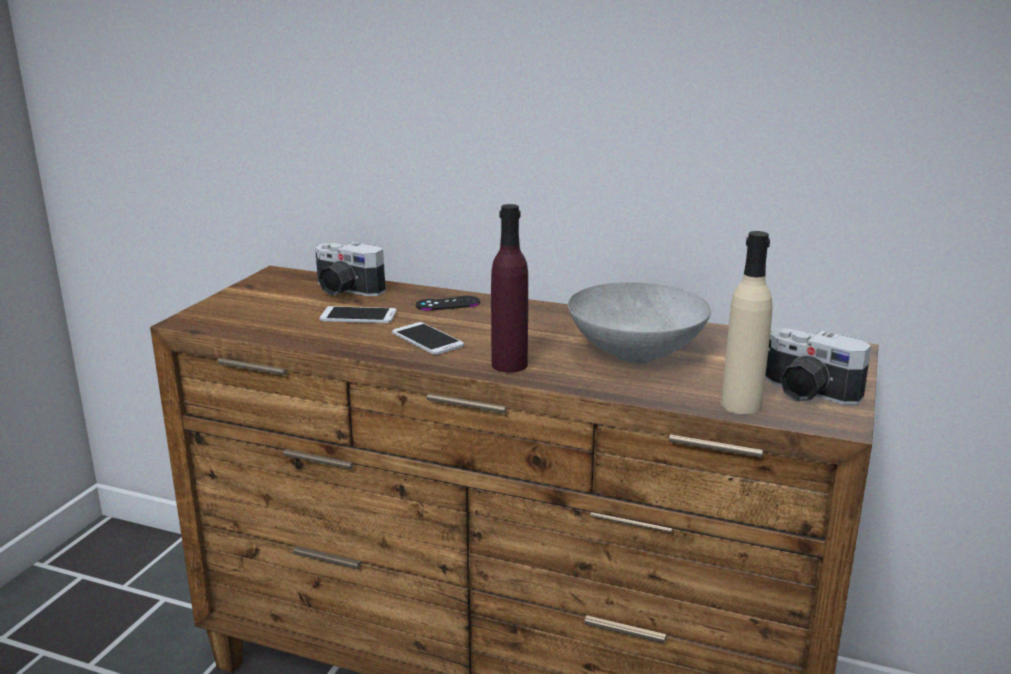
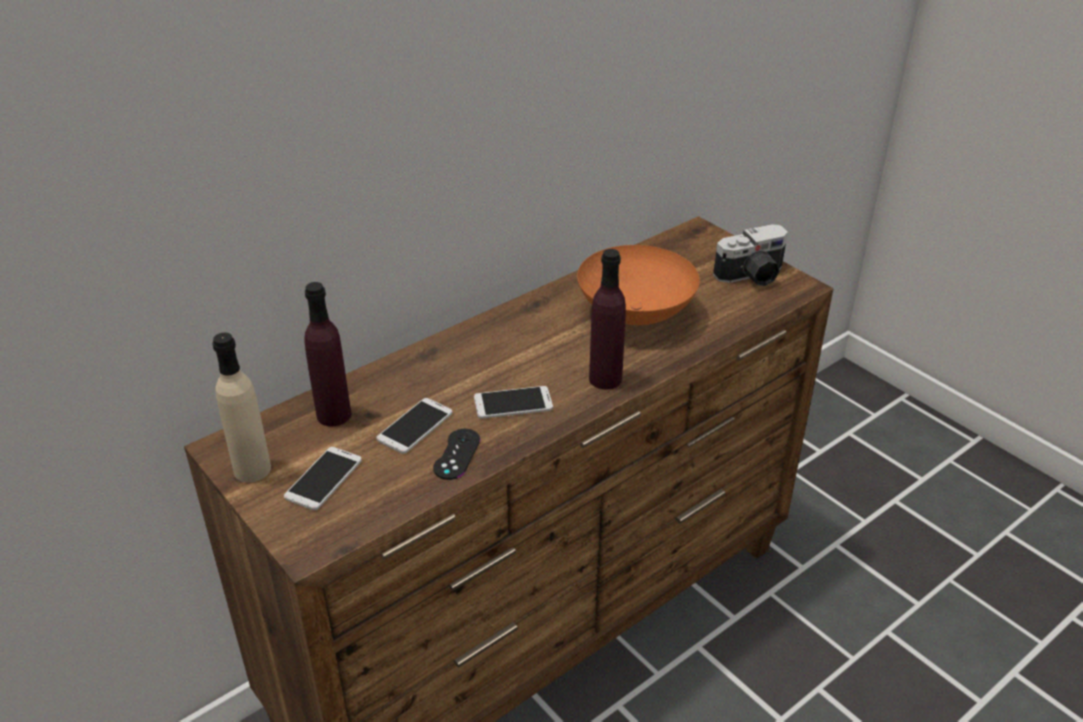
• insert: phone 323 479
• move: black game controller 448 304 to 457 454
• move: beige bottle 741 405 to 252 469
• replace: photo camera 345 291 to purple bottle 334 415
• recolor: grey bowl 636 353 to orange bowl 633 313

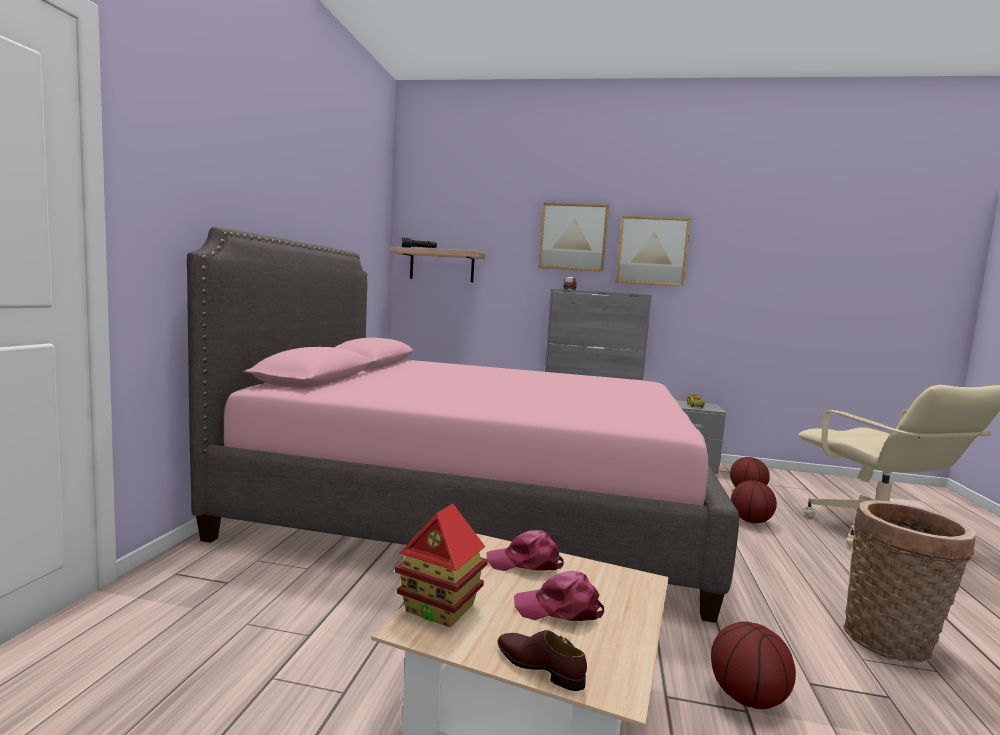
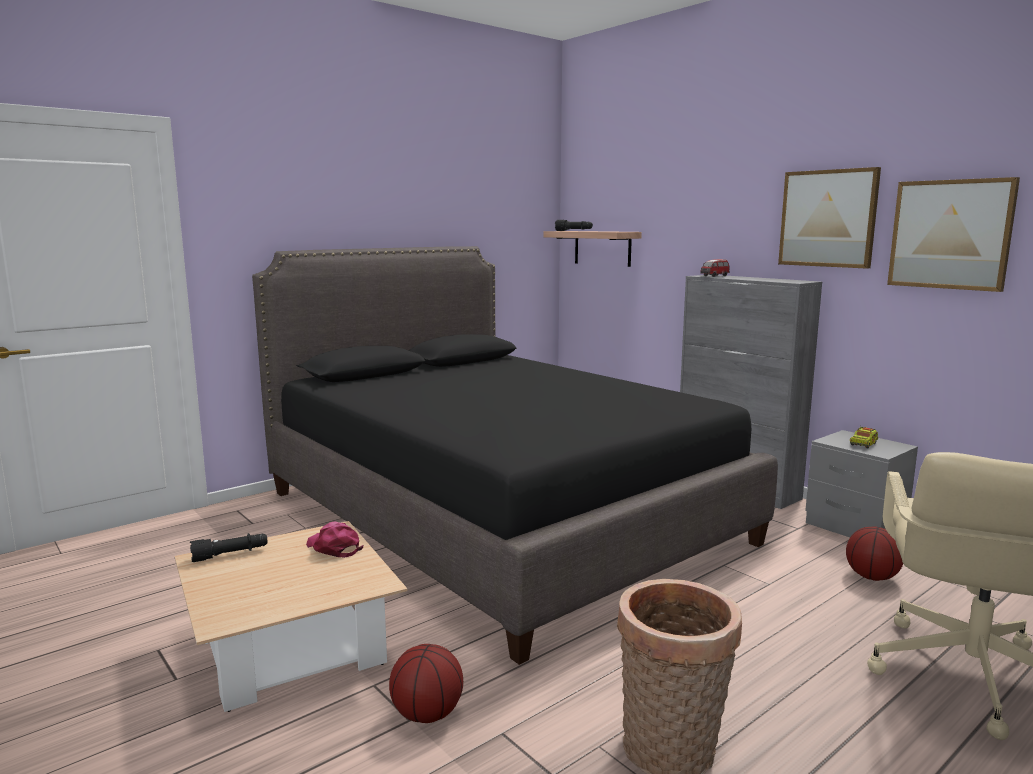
• delete: brown shoe 539 666
• delete: pink cap 560 608
• delete: basketball 751 521
• move: picture 573 237 to 950 234
• replace: toy house 440 608 to black flashlight 230 554
• recolor: pink bed 476 508 to black bed 498 516

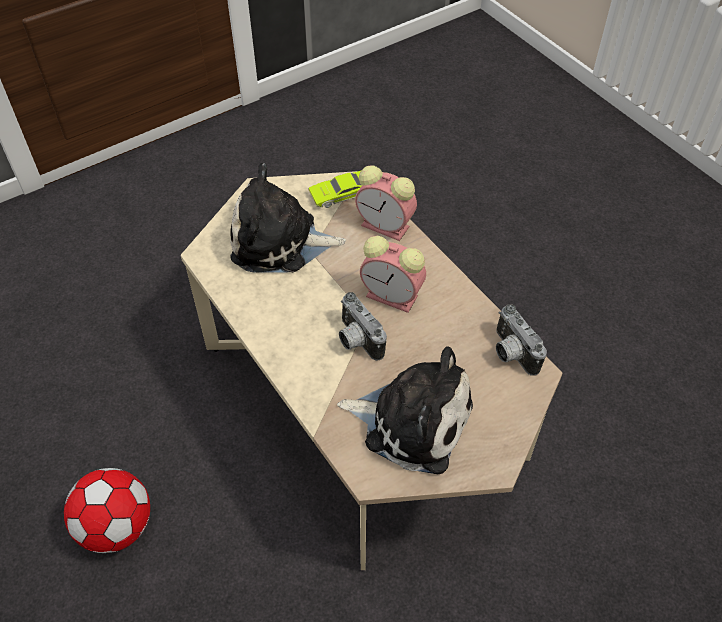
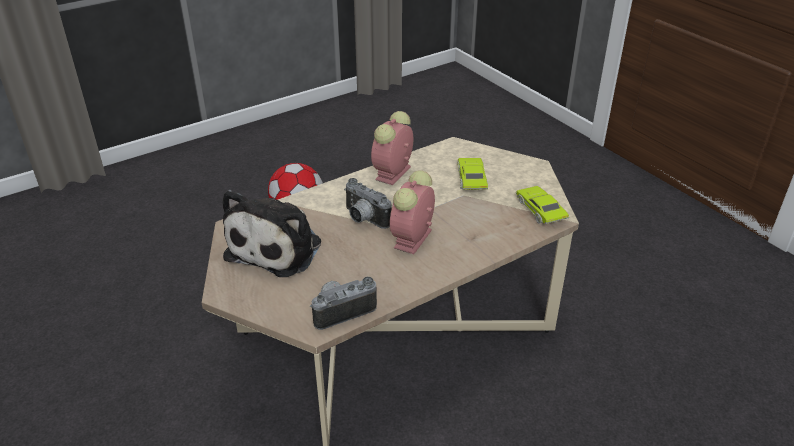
• move: alarm clock 387 226 to 393 174
• replace: plush toy 280 242 to green toy car 472 179
• rotate: photo camera 356 340 = 363 219 105 degrees counterclockwise

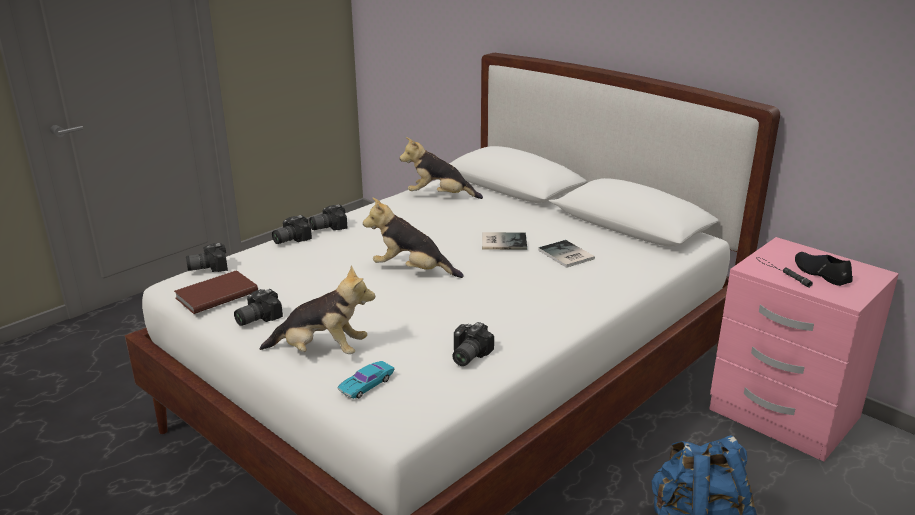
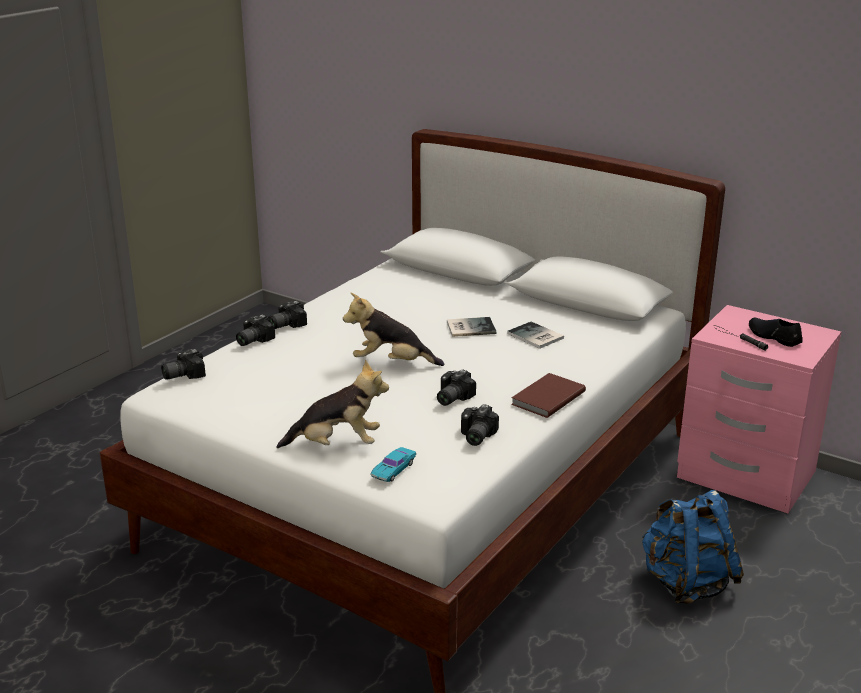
• delete: plush toy 439 197
• move: brown book 215 294 to 546 398
• move: photo camera 256 318 to 451 398

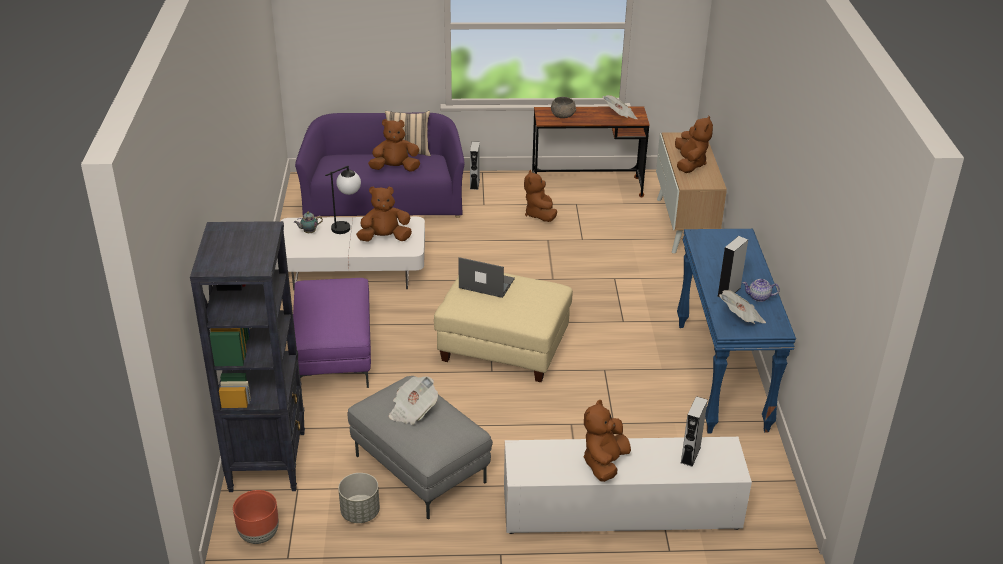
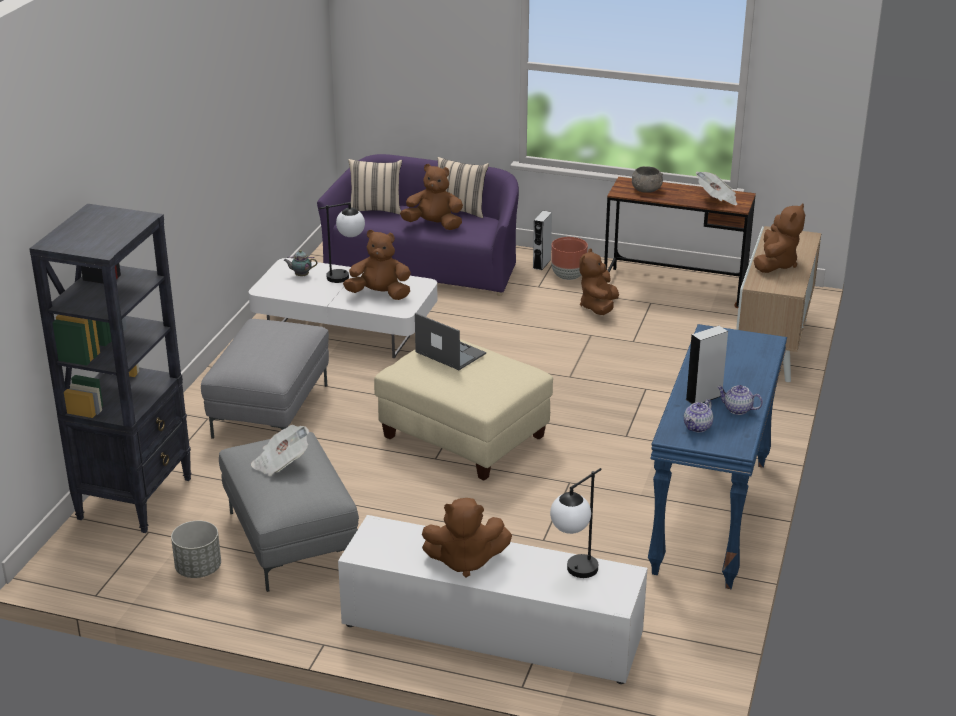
• insert: beige pillow 376 210
• move: brown planter 259 535 to 568 277
• replace: grey speaker 690 455 to table lamp 574 574
• replace: newspaper 741 318 to teapot 697 427
• recolor: purple ottoman 333 356 to grey ottoman 269 410
• rotate: brown plush toy 604 463 = 465 561 135 degrees counterclockwise

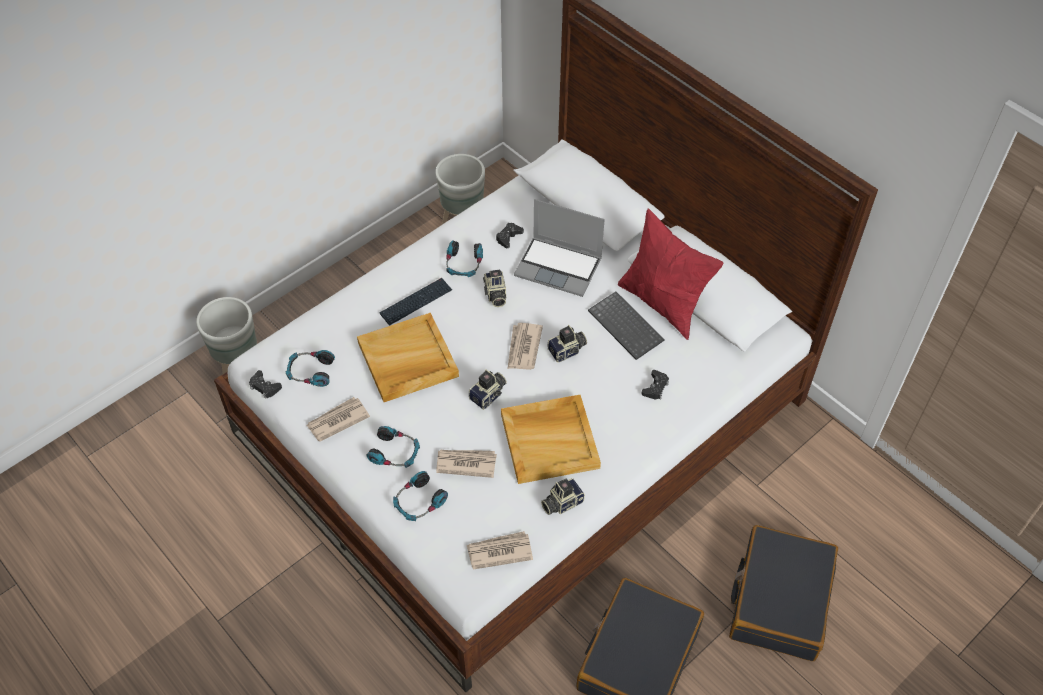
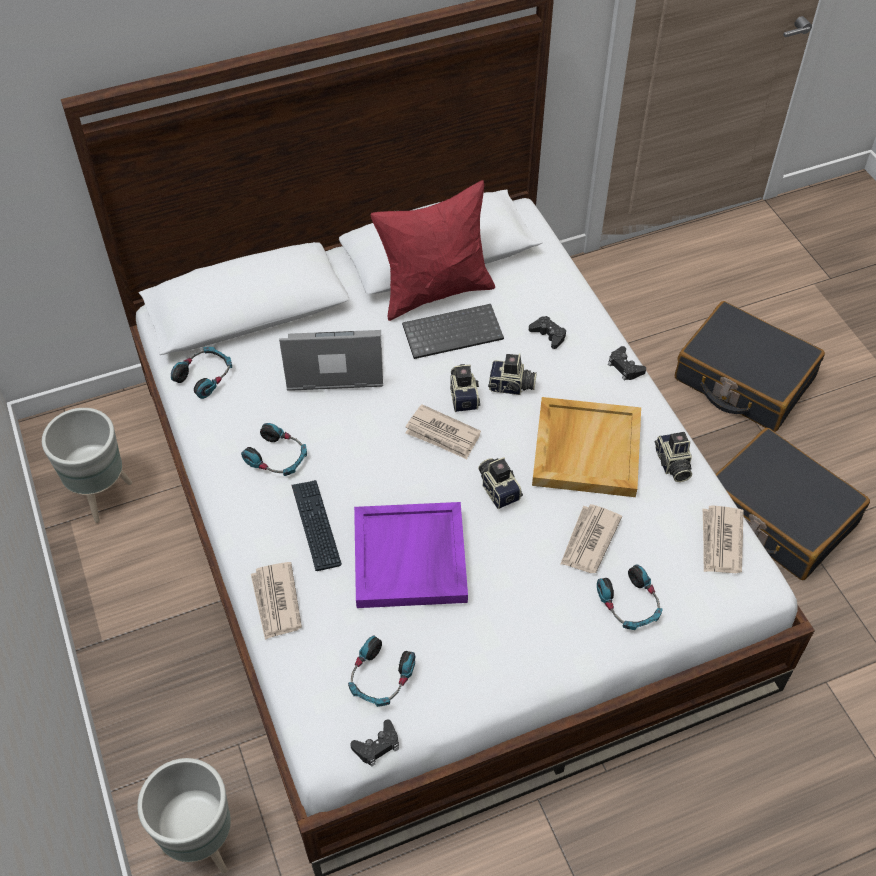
• move: newspaper 337 420 to 276 602
• move: headphones 395 453 to 205 376
• move: photo camera 495 295 to 511 386
• move: black game controller 508 237 to 625 367
• recolor: beige tray 407 360 to purple tray 411 558
• rotate: laptop 559 267 = 333 364 135 degrees counterclockwise

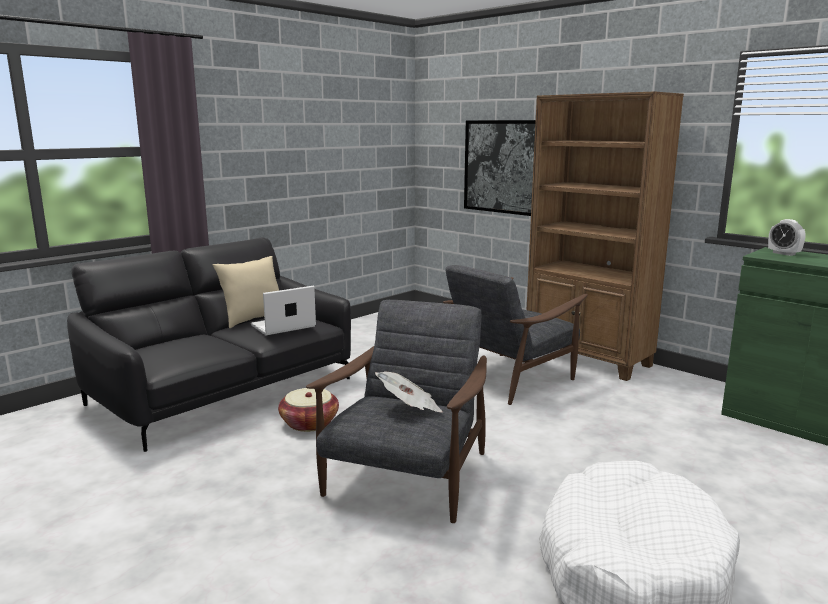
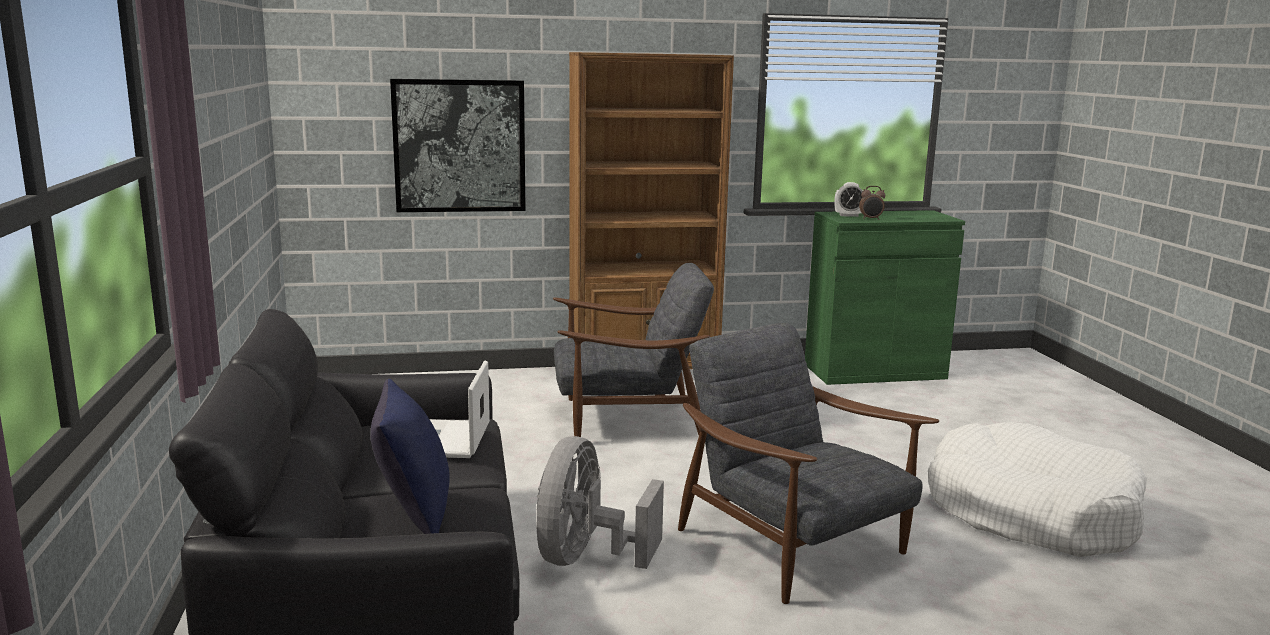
• delete: beige pillow 253 319
• delete: newspaper 409 408
• insert: blue pillow 413 515
• insert: alarm clock 871 219
• replace: basket 309 423 to grey fan 586 558
• rotate: grey armchair 509 376 = 627 419 90 degrees counterclockwise

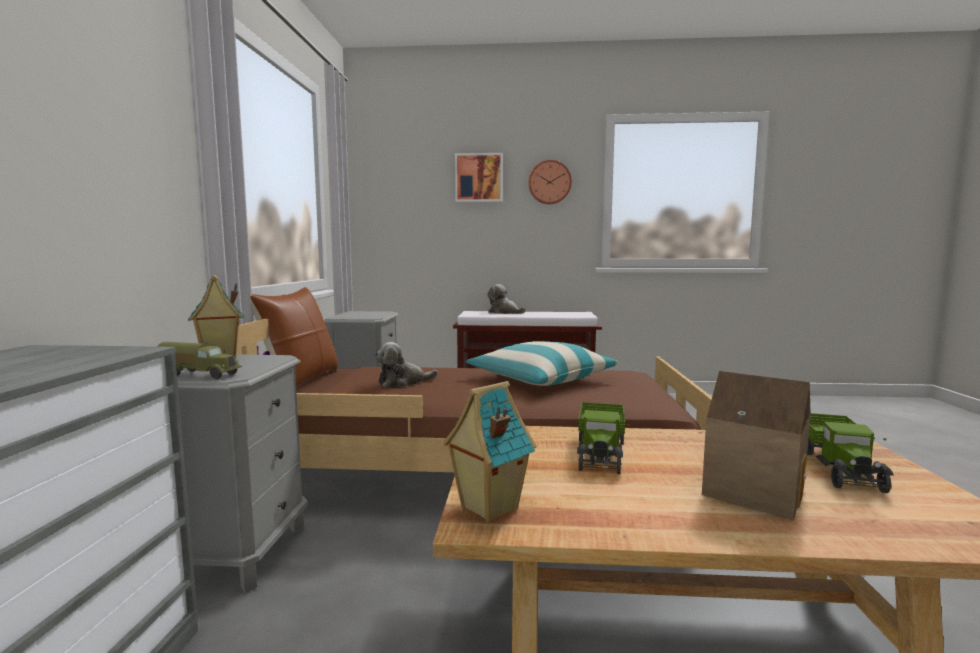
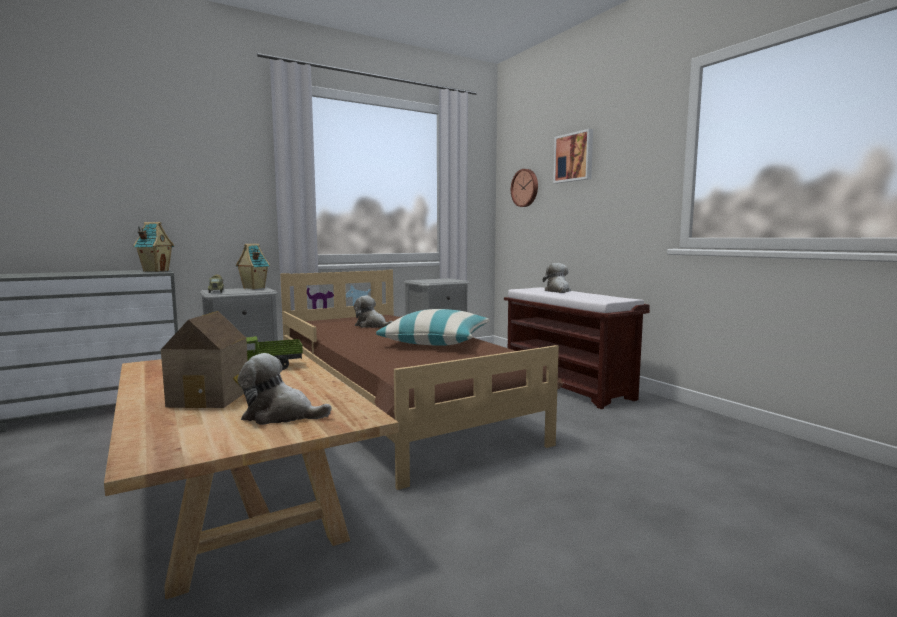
• delete: brown pillow 300 380
• move: toy house 487 508 to 155 271
• move: wall clock 549 182 to 525 188
• replace: toy truck 839 467 to plush toy 280 415

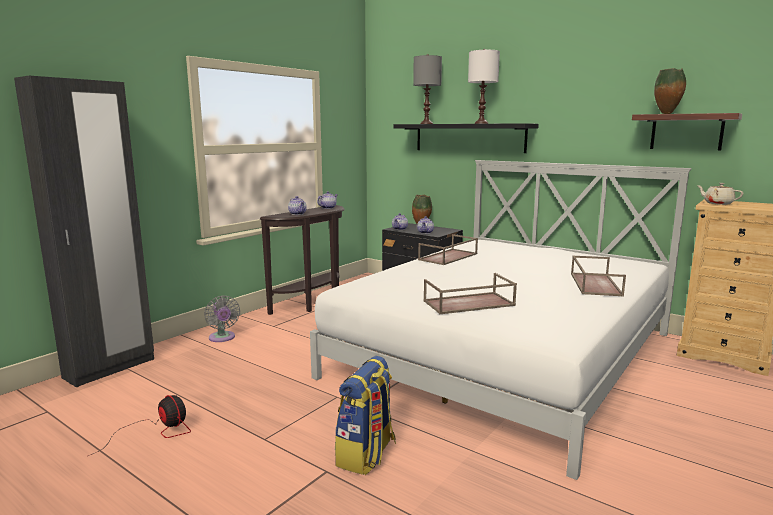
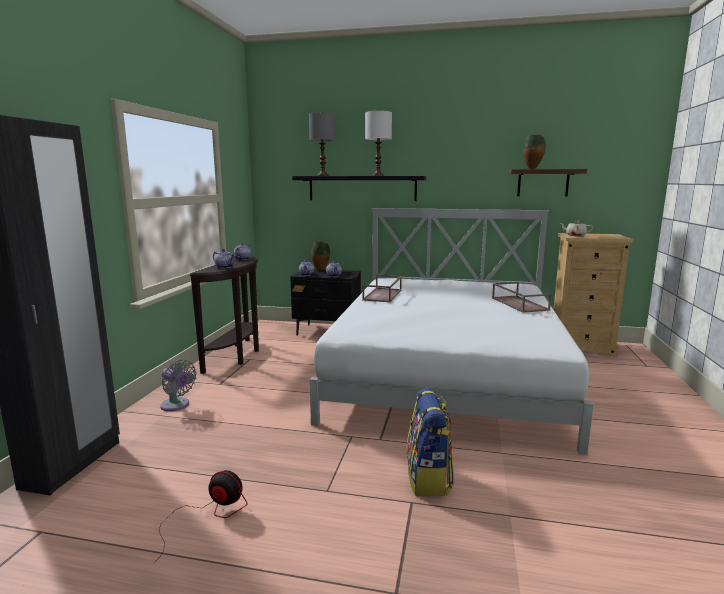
• delete: brown tray 468 303

